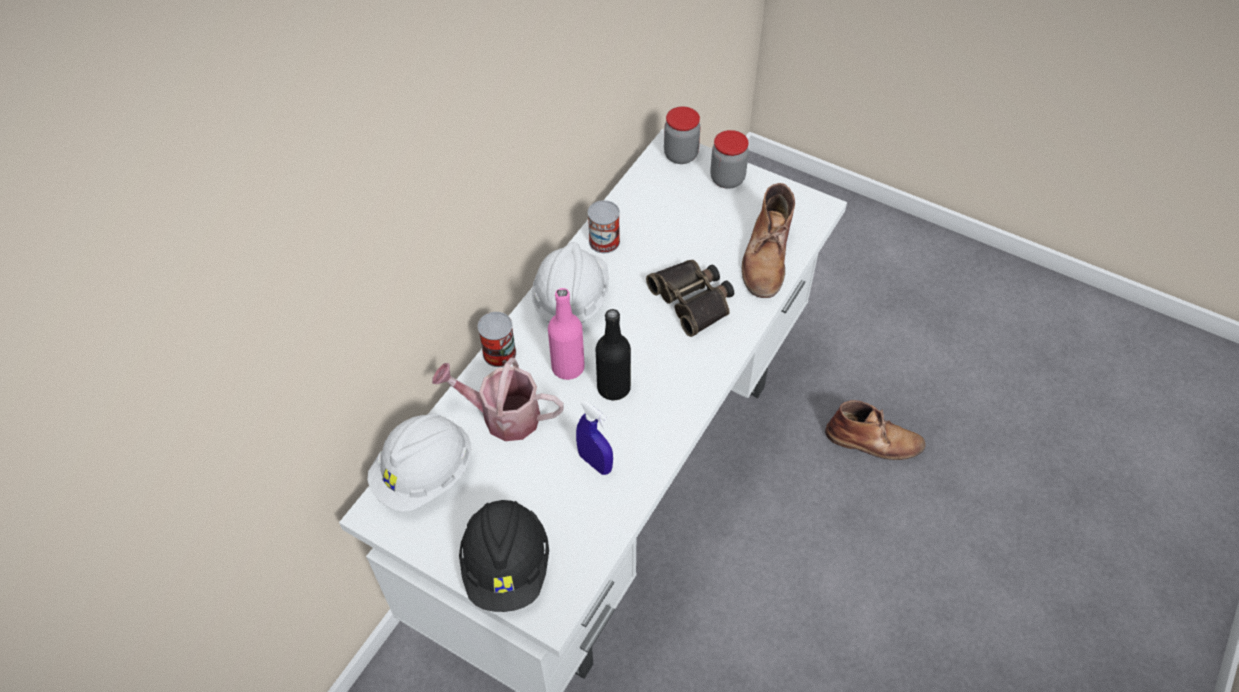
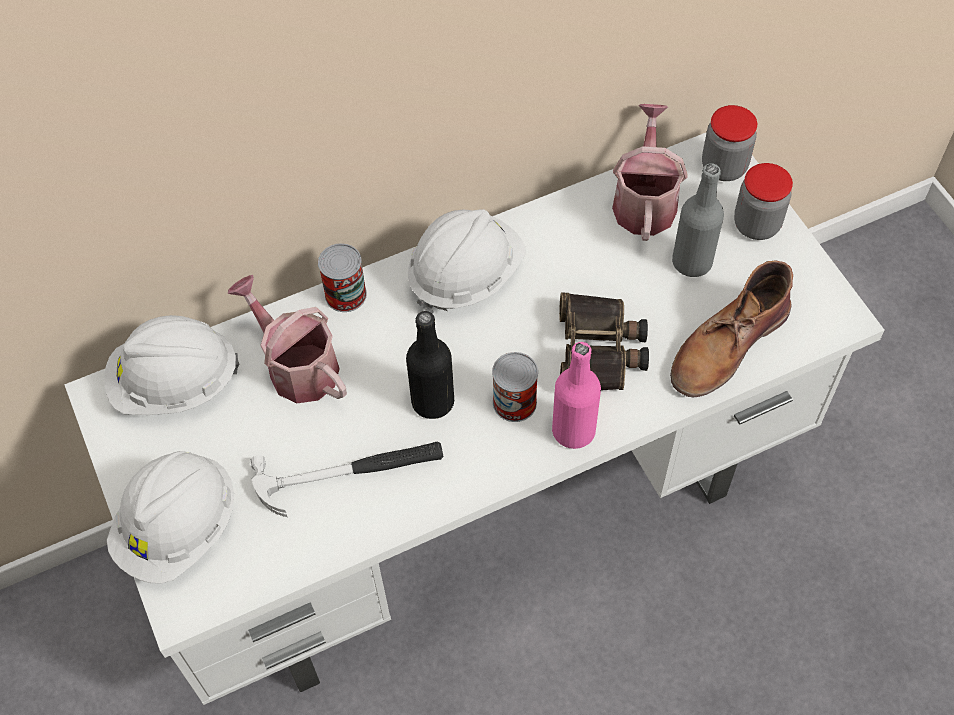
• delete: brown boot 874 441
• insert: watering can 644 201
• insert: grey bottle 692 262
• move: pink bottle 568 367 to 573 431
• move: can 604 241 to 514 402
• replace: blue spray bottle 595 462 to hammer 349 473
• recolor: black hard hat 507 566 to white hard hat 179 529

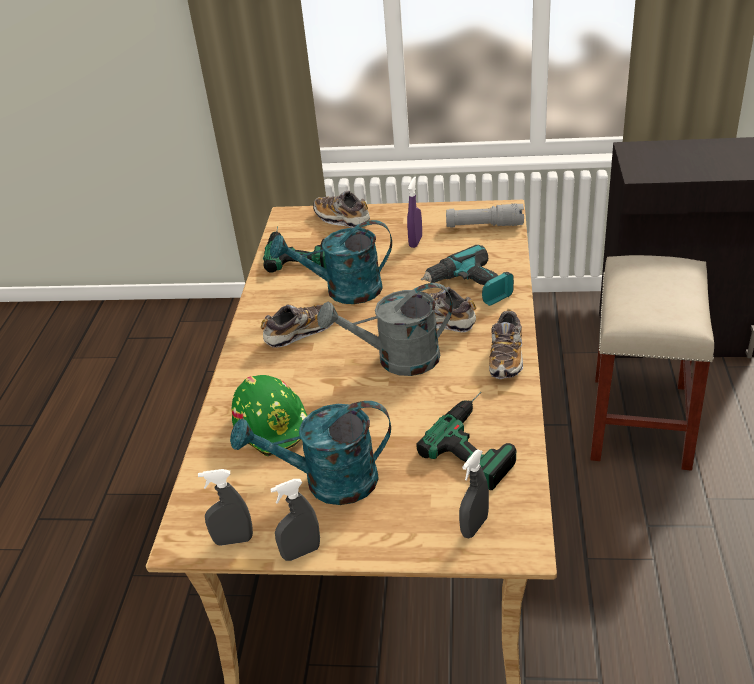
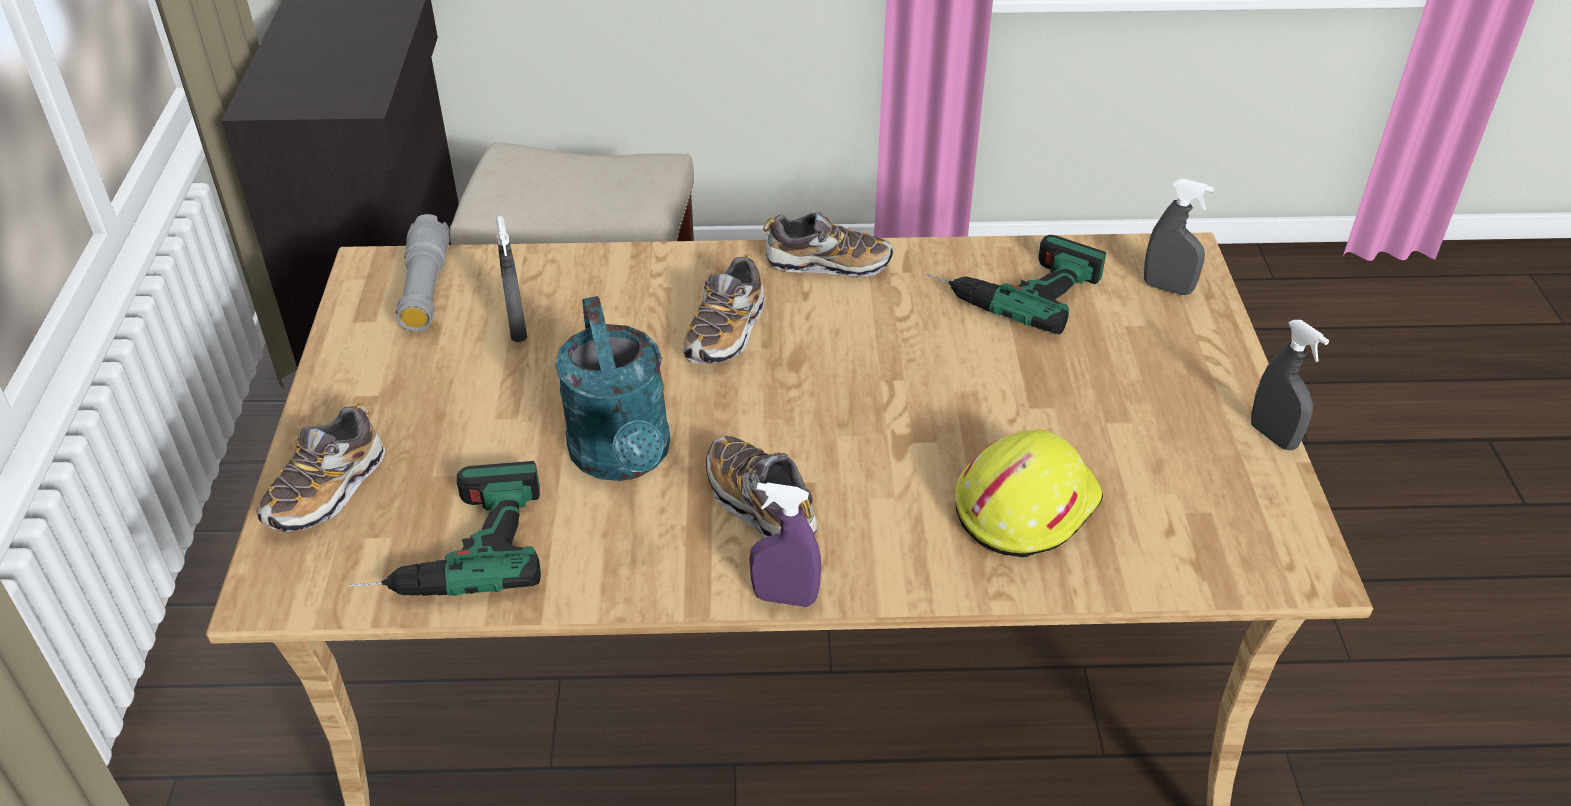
• delete: turquoise watering can 328 482
• delete: grey watering can 397 360
• delete: power drill 470 287
• move: grey spray bottle 233 540 to 517 329
• move: purple spray bottle 415 242 to 785 598
• recolor: green hard hat 273 424 to yellow hard hat 1024 504

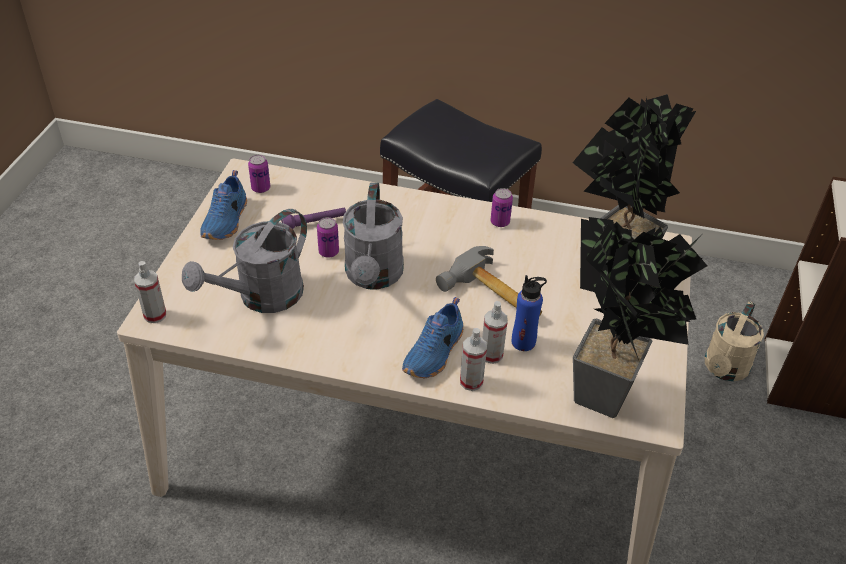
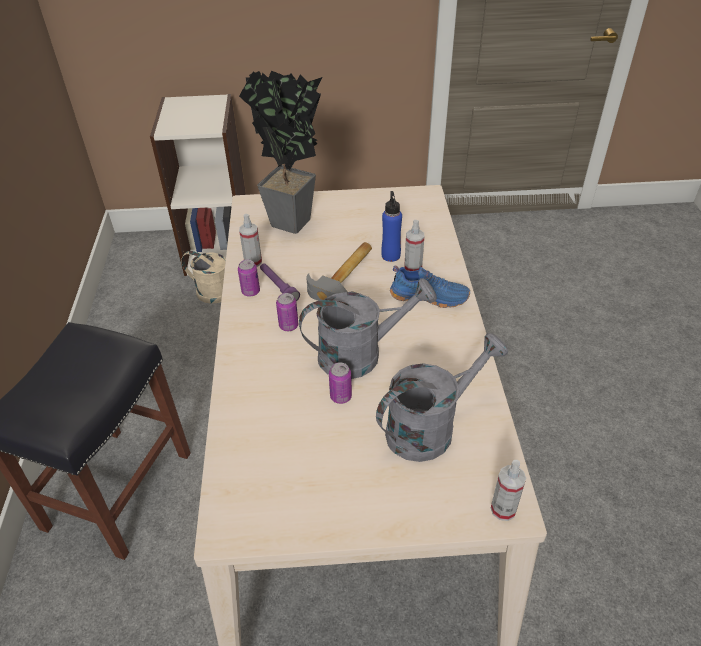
• delete: blue shoe 227 221
• delete: potted plant 607 403
• move: can 261 188 to 288 326
• move: purple flashlight 314 223 to 278 287
• move: spray bottle 471 381 to 253 262
• rotate: grey watering can 261 298 = 430 427 60 degrees counterclockwise

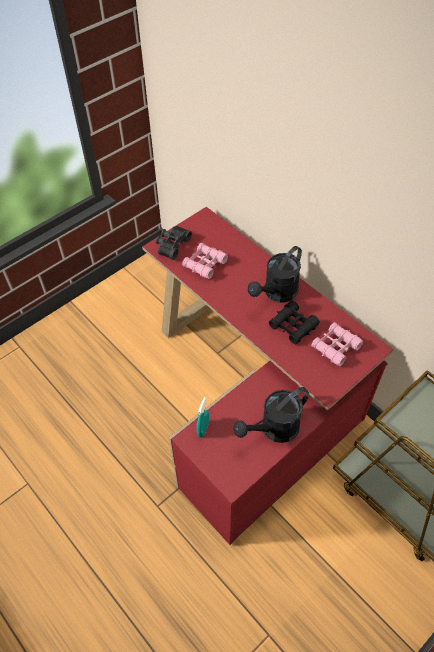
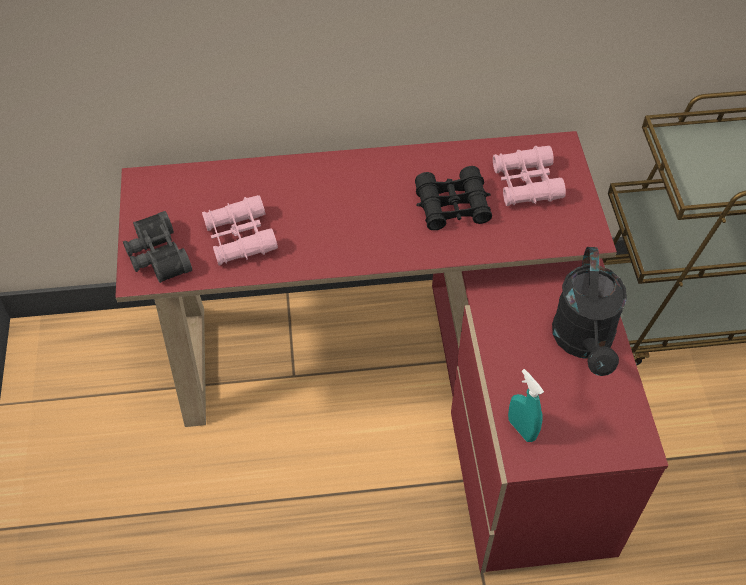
• delete: black watering can 277 294

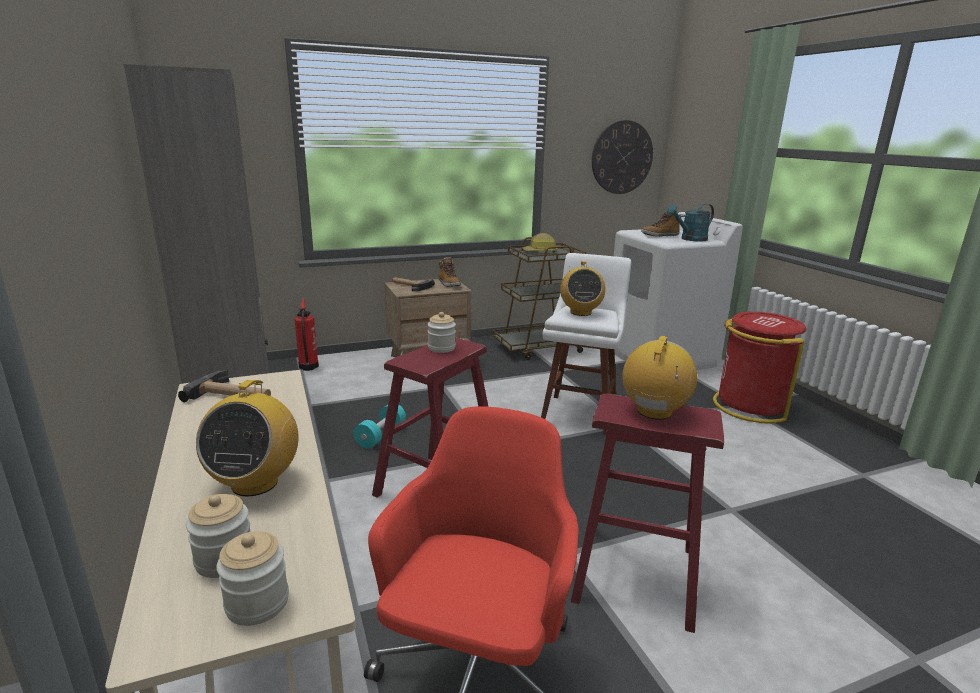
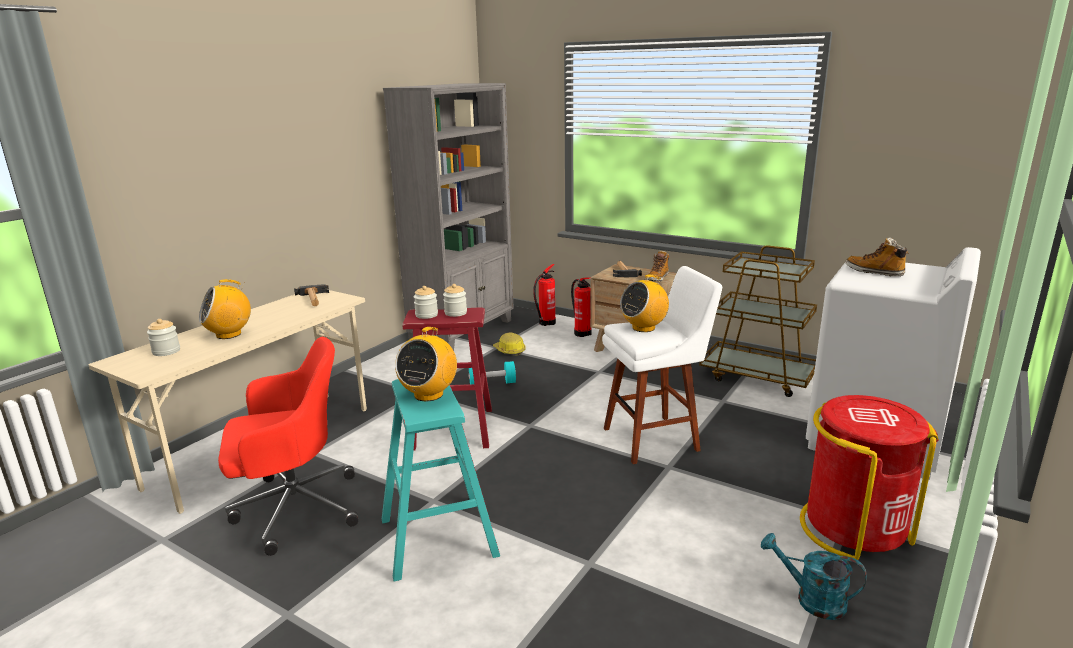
• delete: wall clock 622 157
• insert: fire extinguisher 582 333
• move: jar 257 603 to 426 315
• move: hard hat 540 252 to 509 351
• move: turquoise watering can 690 239 to 811 599
• recolor: red stool 635 574 to turquoise stool 438 537
• rotate: radio 654 412 = 428 394 120 degrees clockwise

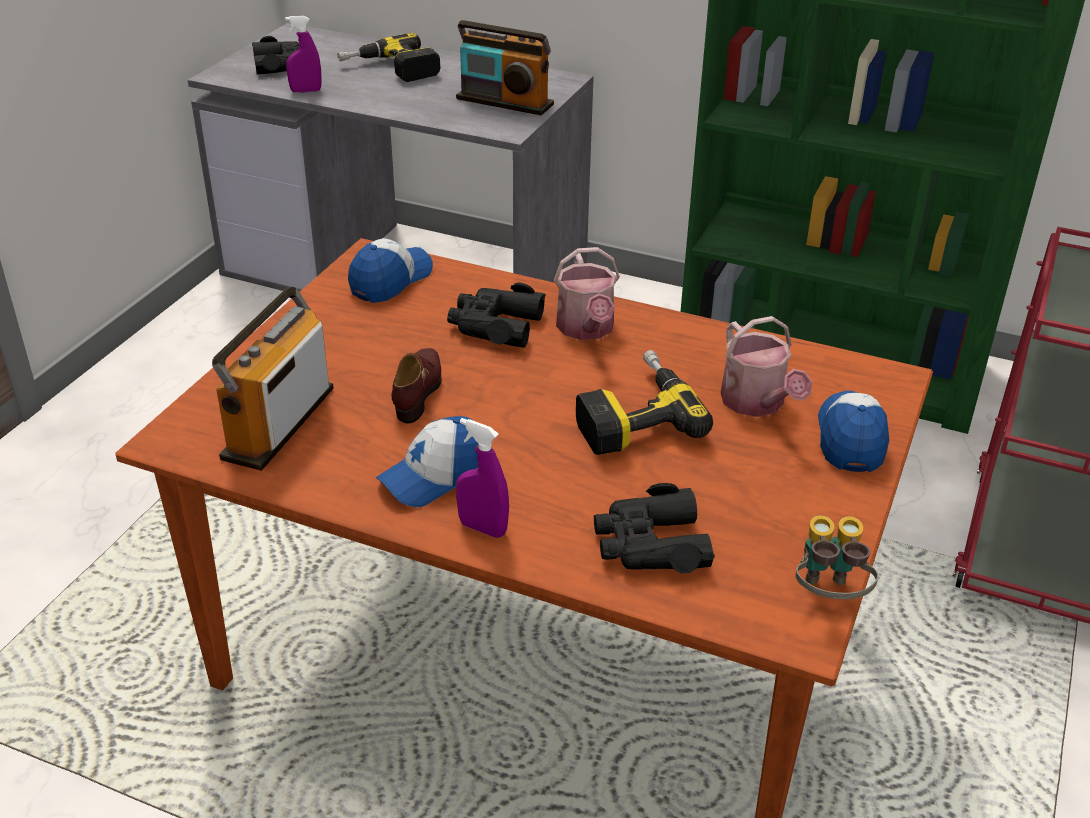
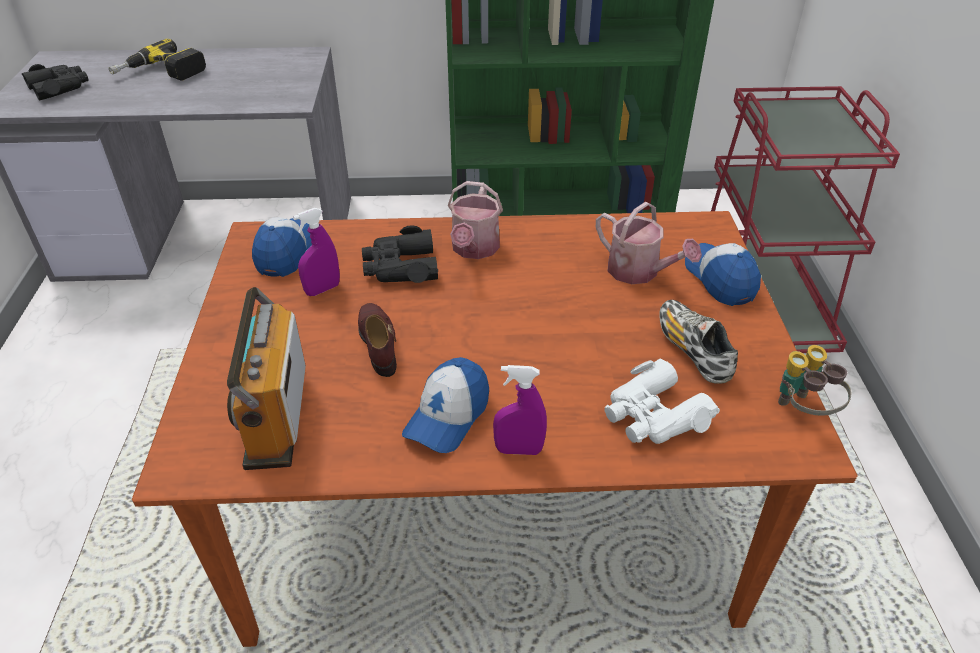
• delete: radio 504 102
• delete: power drill 632 415
• insert: shoe 692 350
• move: purple spray bottle 306 91 to 322 289
• recolor: black binoculars 650 545 to white binoculars 653 415
• rotate: watering can 587 329 = 474 249 45 degrees clockwise

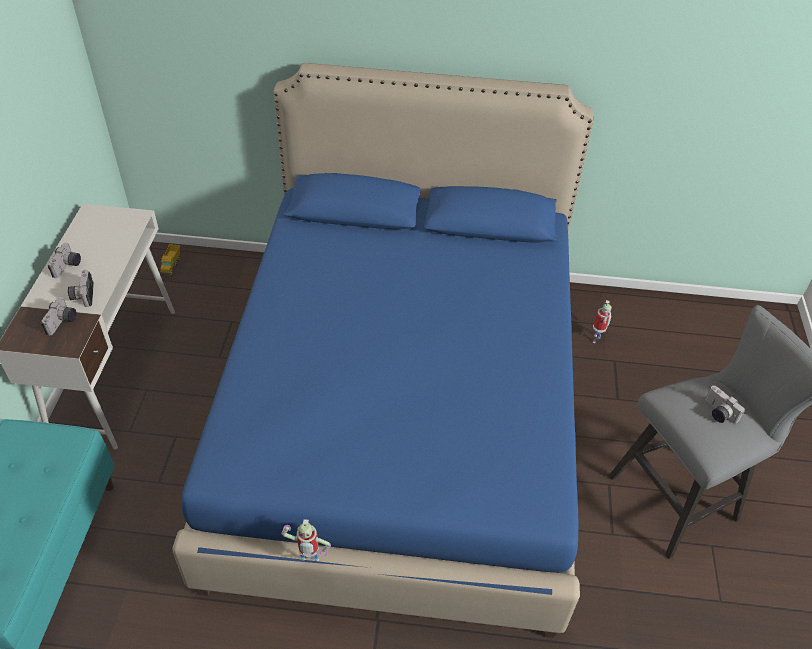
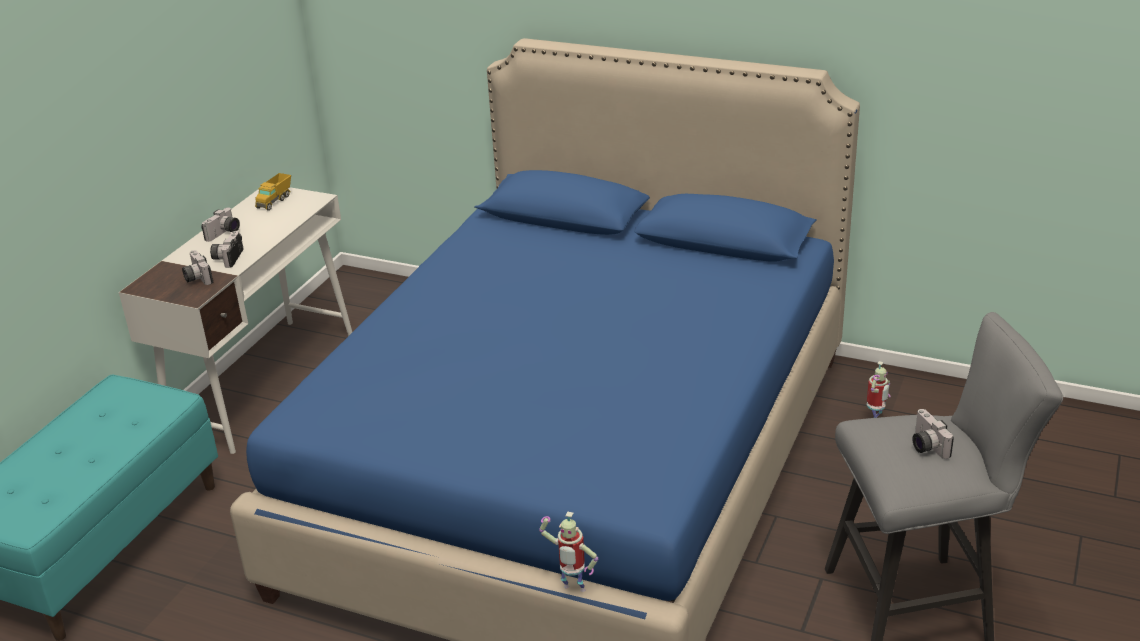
• move: toy truck 171 266 to 275 201
• move: toy robot 309 561 to 572 590
• rotate: photo camera 63 322 = 196 278 120 degrees clockwise

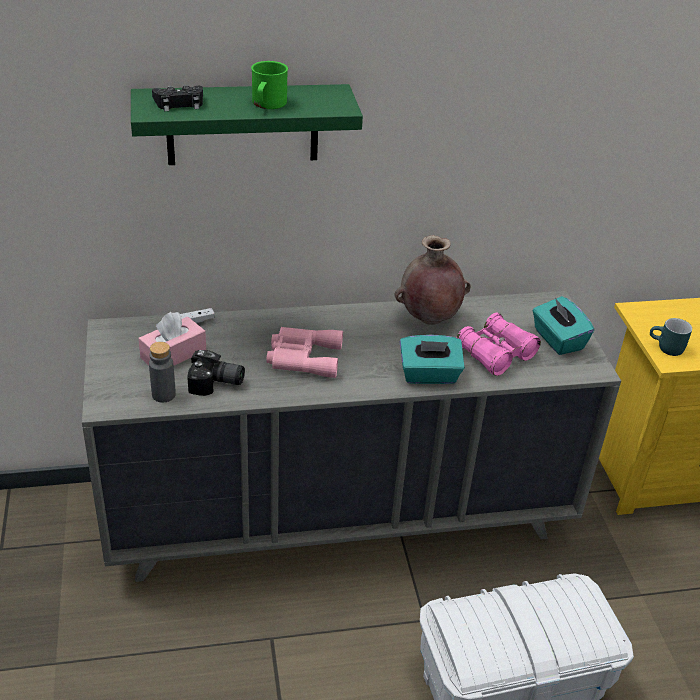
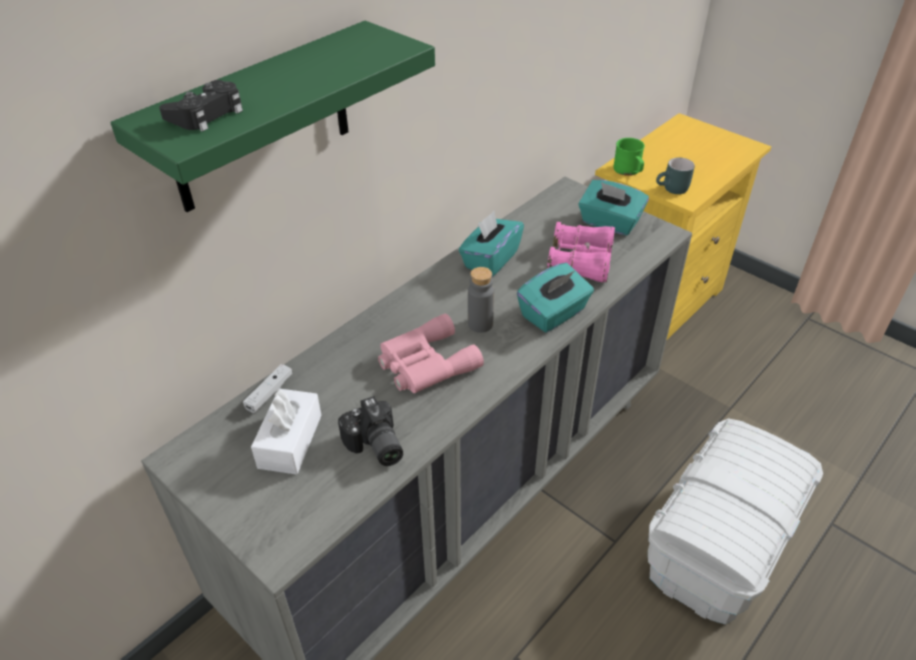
• move: grey bottle 163 395 to 480 324
• move: green mug 267 104 to 629 171
• replace: brown vase 428 318 to turquoise tissue box 490 260
• recolor: pink tissue box 173 354 to white tissue box 290 441
• rotate: photo camera 216 384 = 374 446 90 degrees clockwise

